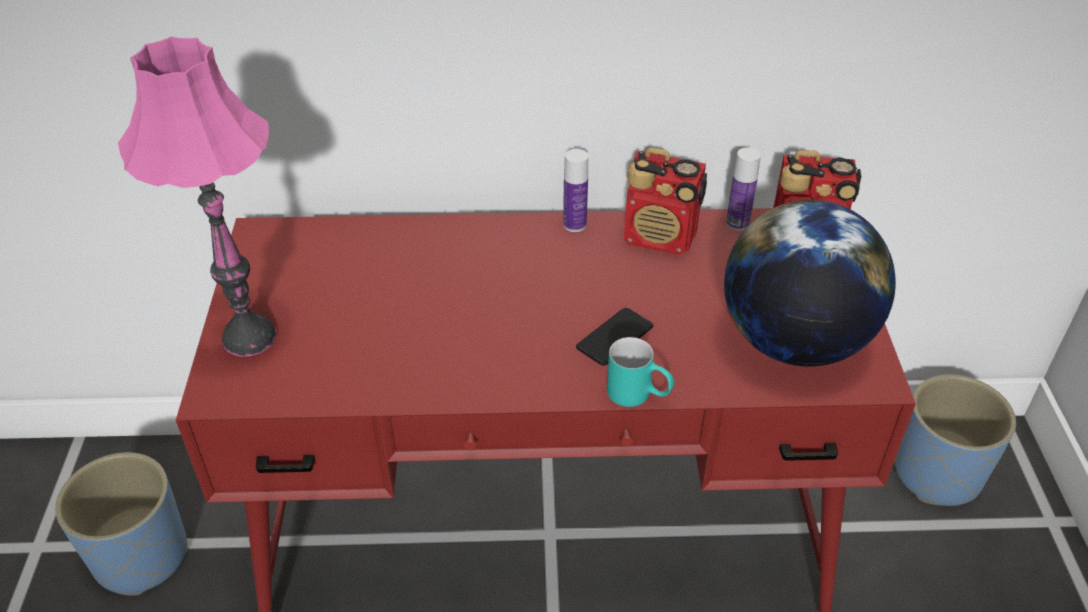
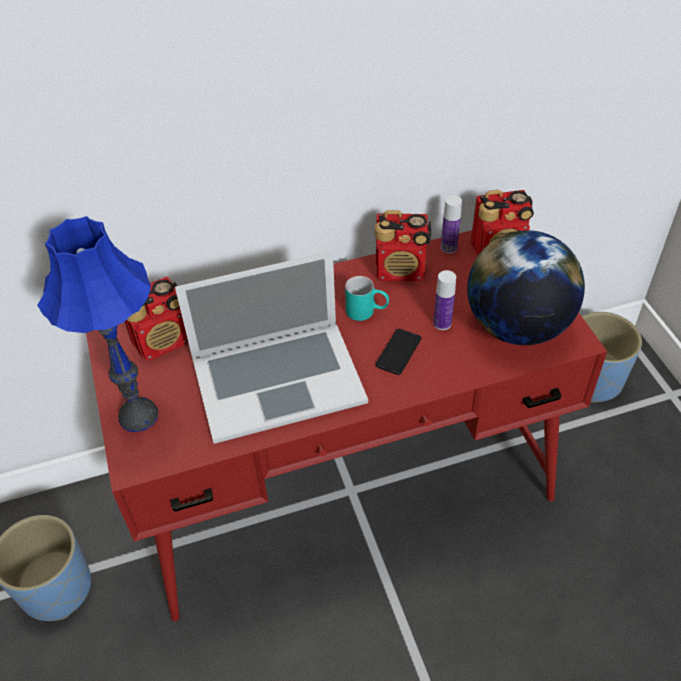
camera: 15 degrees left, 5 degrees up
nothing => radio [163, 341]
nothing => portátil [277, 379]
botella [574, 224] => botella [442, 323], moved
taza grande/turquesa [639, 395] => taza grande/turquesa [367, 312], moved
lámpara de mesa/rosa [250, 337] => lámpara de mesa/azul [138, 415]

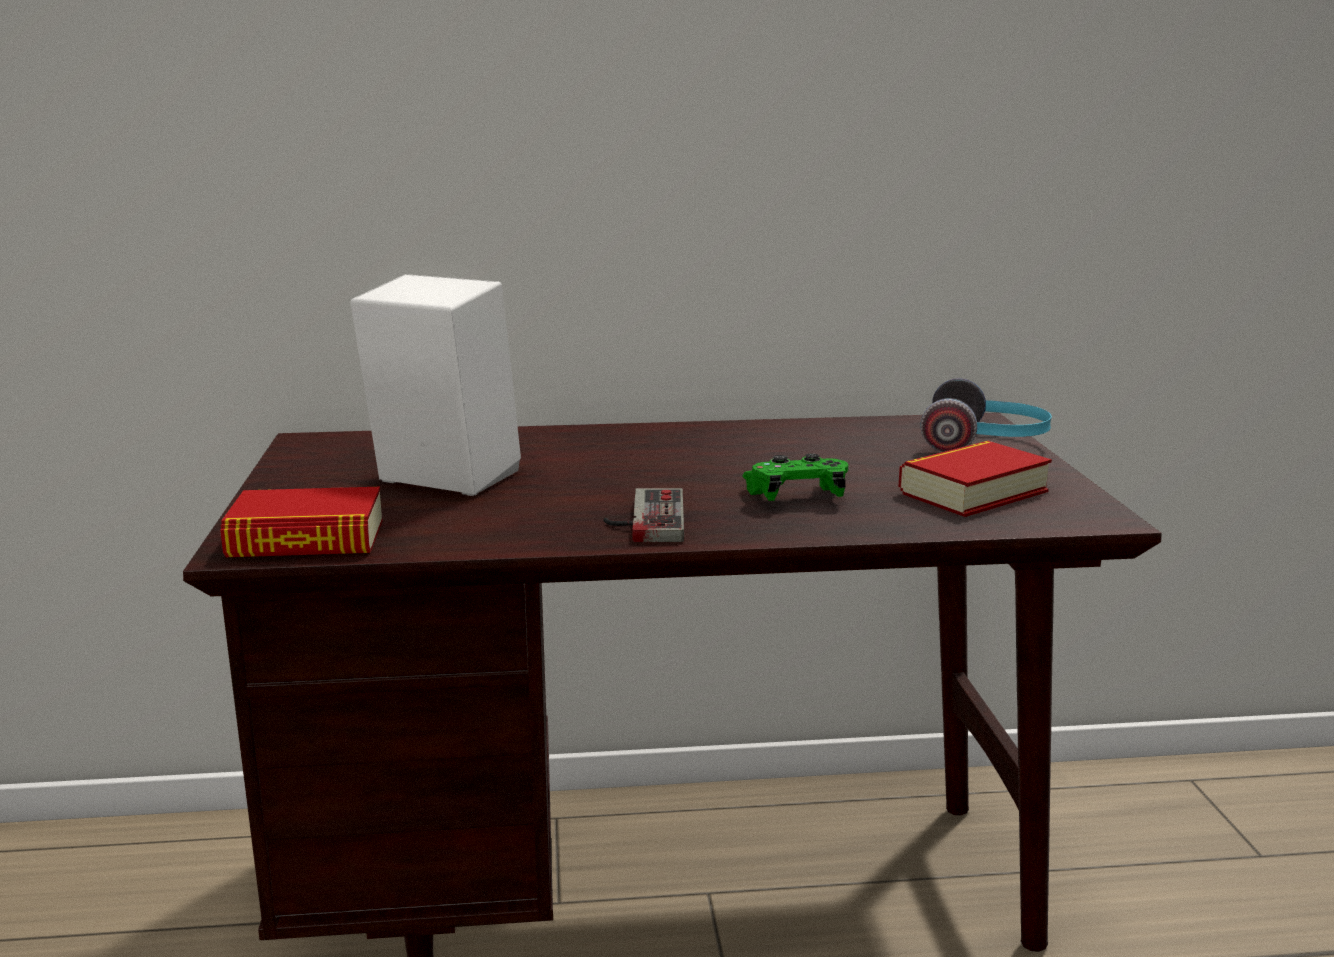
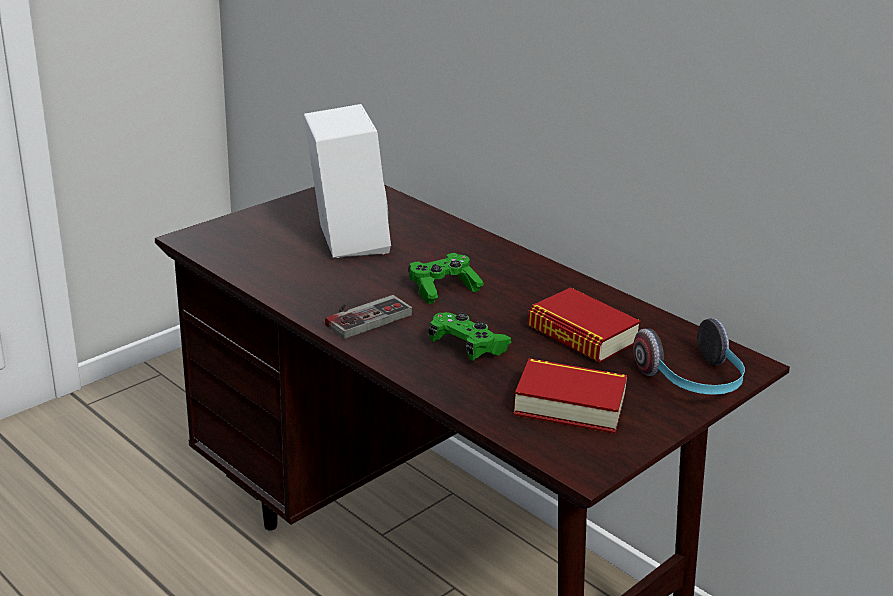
camera: 50 degrees right, 10 degrees up
nothing => mando de consola/verde [443, 289]
libro [306, 539] => libro [581, 335], moved

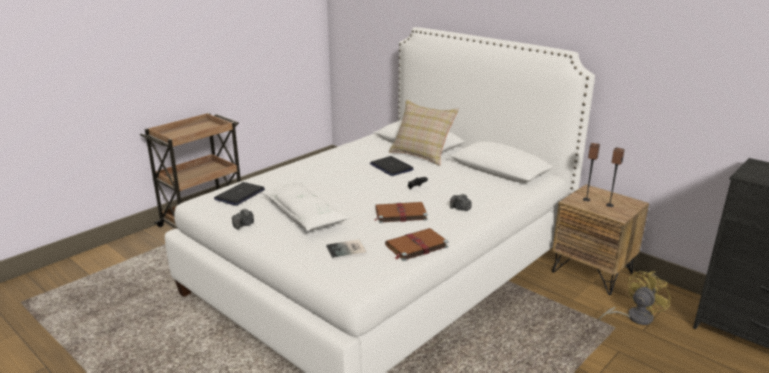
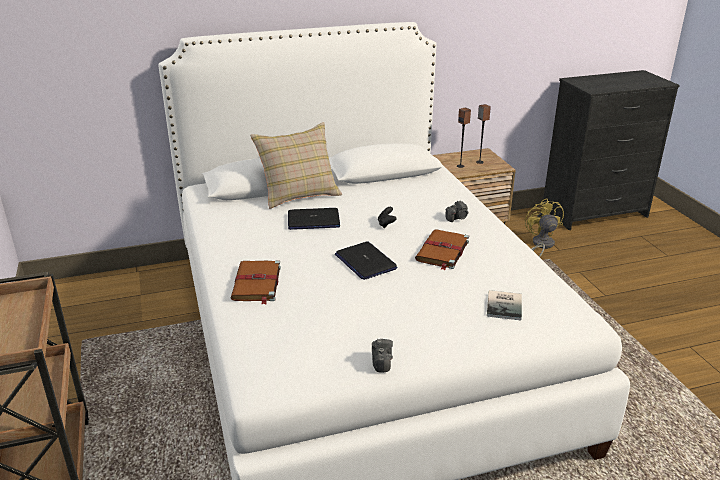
camera: 60 degrees left, 5 degrees up
cojín/blanco [304, 215] => nothing
portátil [240, 194] => portátil [365, 262], moved
libro/marrón [415, 246] => libro/marrón [256, 284], moved

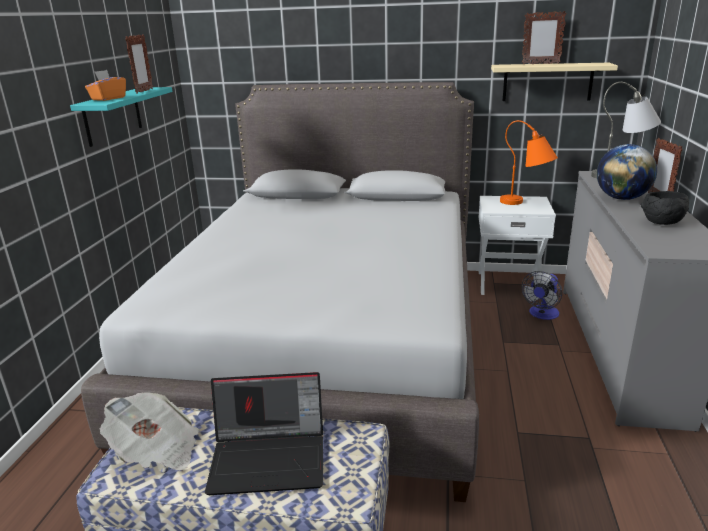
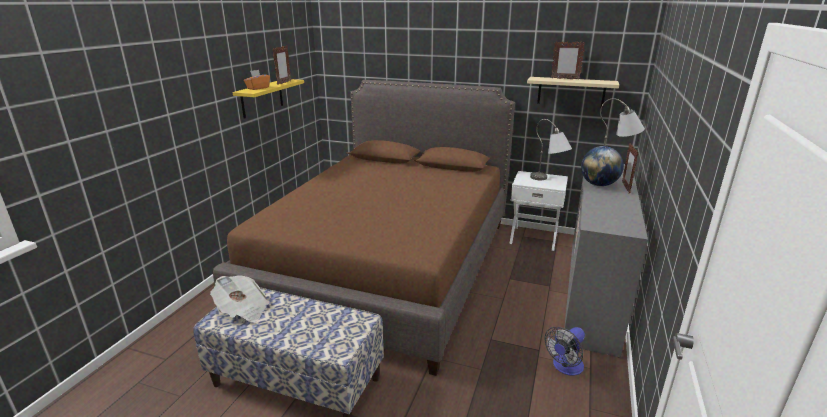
camera: 10 degrees right, 0 degrees up
portátil [270, 458] => nothing
cuenco/negro [662, 223] => nothing
ventilador [542, 314] => ventilador [565, 367], moved
estante/turquesa [113, 116] => estante/amarillo [262, 98]
cama/gris [330, 345] => cama/marrón [388, 265]
lámpara de mesa/naranja [526, 203] => lámpara de mesa/gris [548, 180]

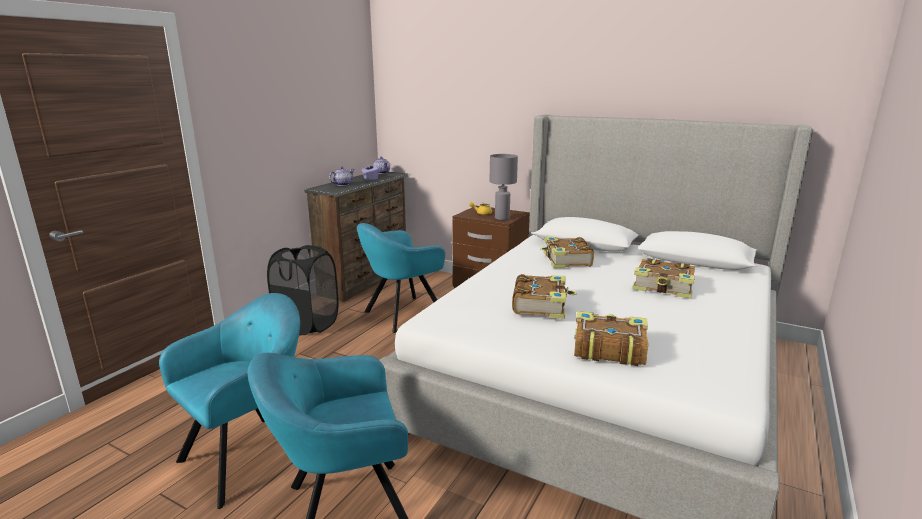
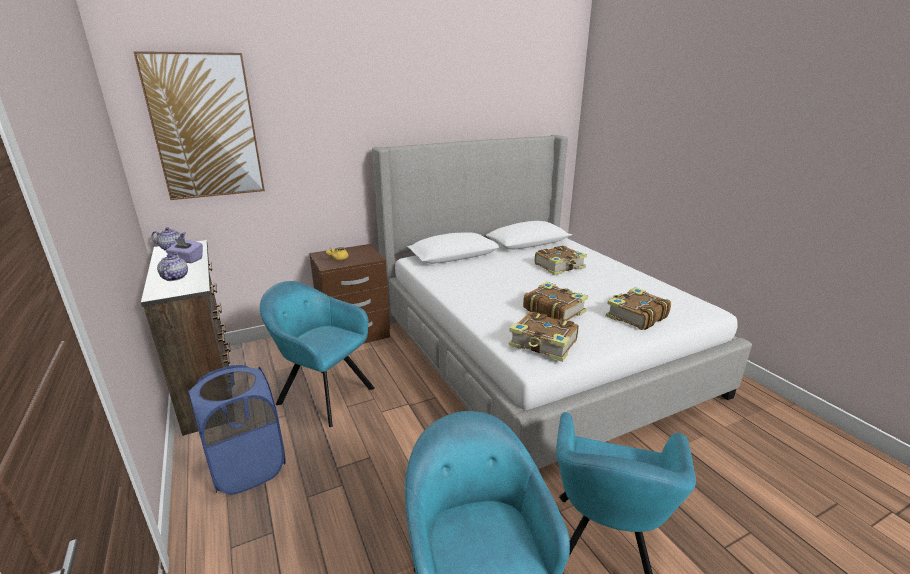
camera: 55 degrees left, 5 degrees up
lámpara de mesa/gris [502, 218] => nothing
nothing => cuadro [205, 127]
libro [566, 260] => libro [544, 344], moved
cesto de la ropa/negro [307, 324] => cesto de la ropa/azul [248, 468]
sillón/turquesa [401, 314] => sillón/turquesa [323, 394], 120 degrees clockwise

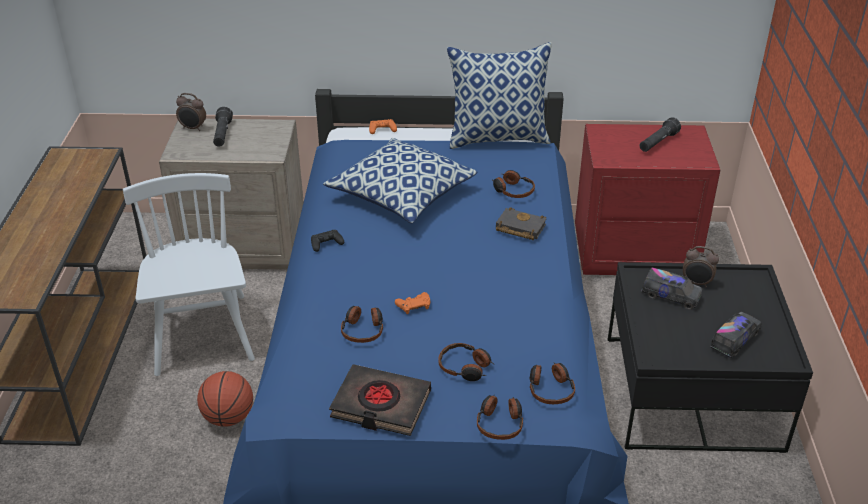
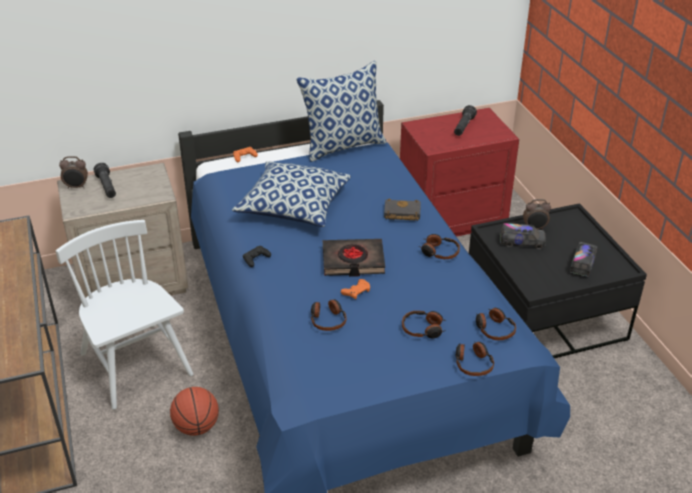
camera: 20 degrees left, 0 degrees up
libro/negro [380, 405] => libro/negro [353, 261], moved
auriculares [513, 190] => auriculares [439, 252], moved

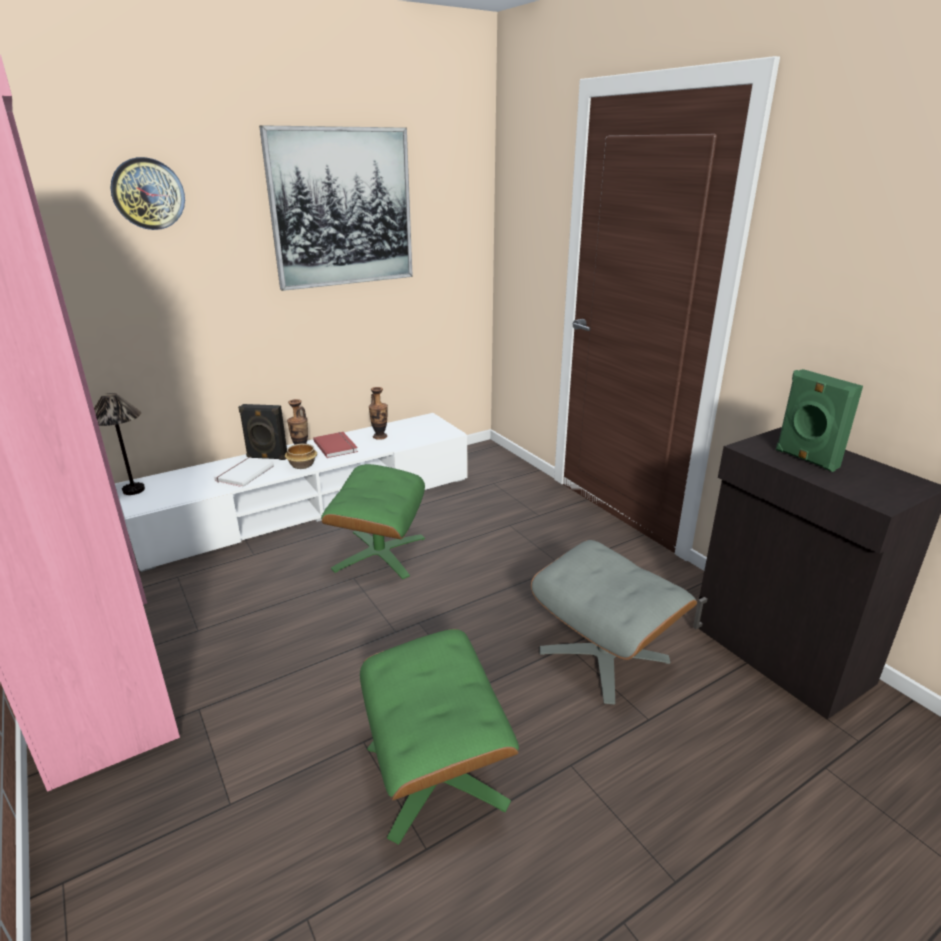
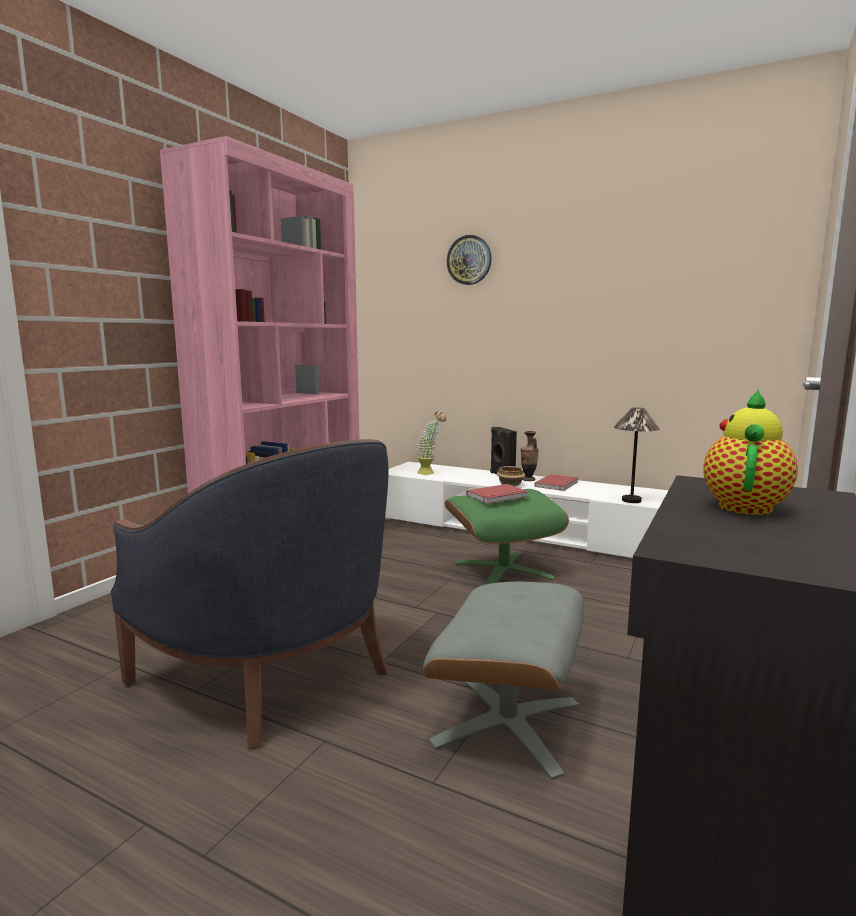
camera: 60 degrees right, 15 degrees down
libro/blanco [243, 473] => nothing
cuadro [342, 208] => nothing
florero [380, 437] => nothing
nothing => planta en maceta [430, 472]
nothing => libro/rojo [498, 496]
lámpara de mesa [133, 490] => lámpara de mesa [631, 500], moved
puf/verde [437, 775] => sillón/azul [270, 673]
altavoz/verde [805, 459] => tetera [745, 506]

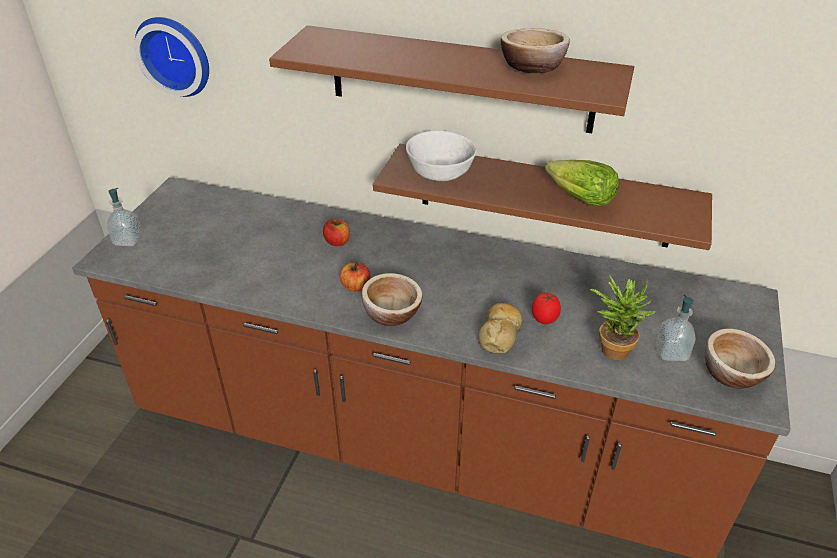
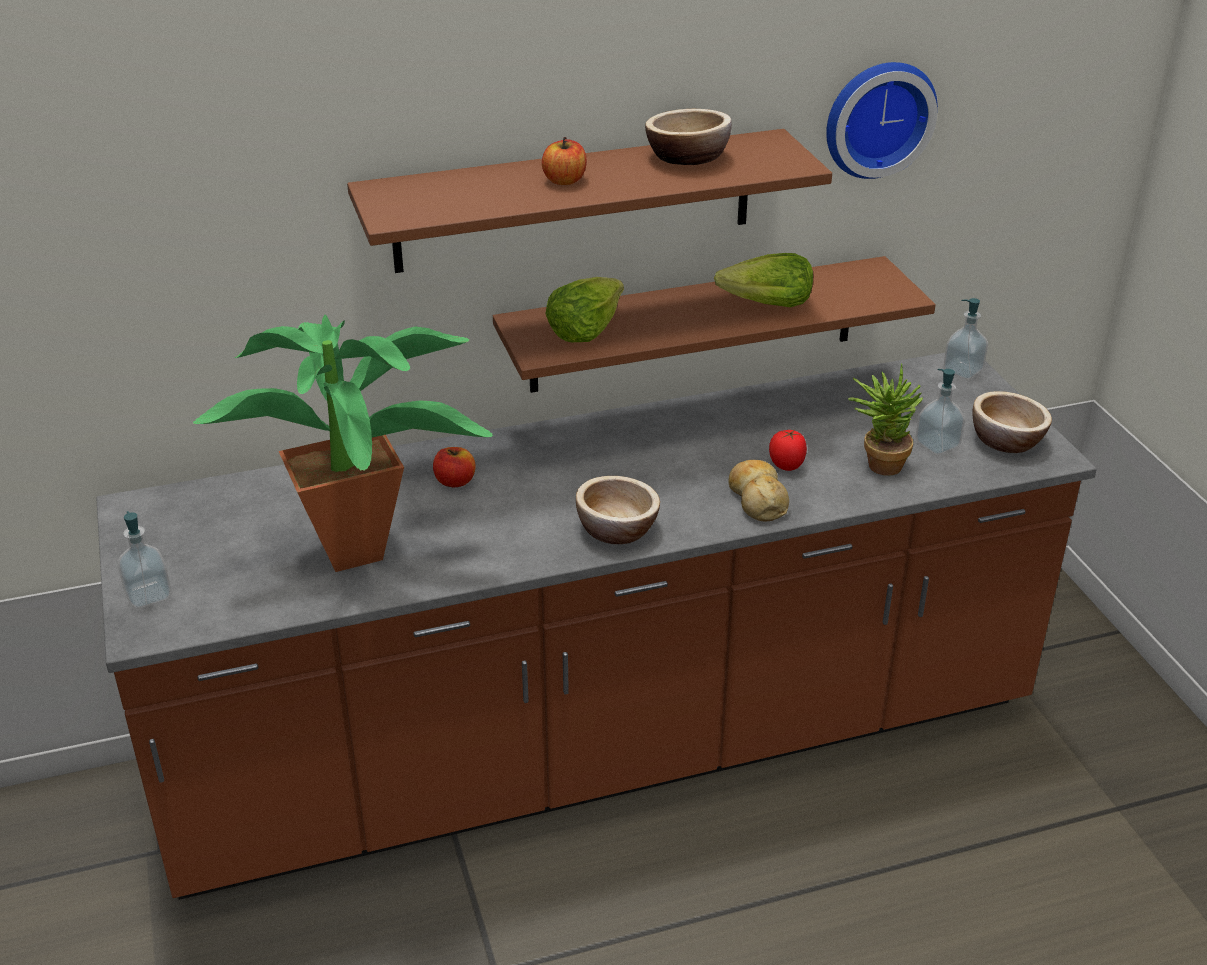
camera: 35 degrees left, 5 degrees down
nothing => planta en maceta [367, 552]
nothing => dispensador de jabón [963, 371]
reloj de pared [176, 55] => reloj de pared [877, 117], moved
manzana [355, 286] => manzana [564, 180], moved
cuenco/blanco [440, 171] => lechuga [584, 329]

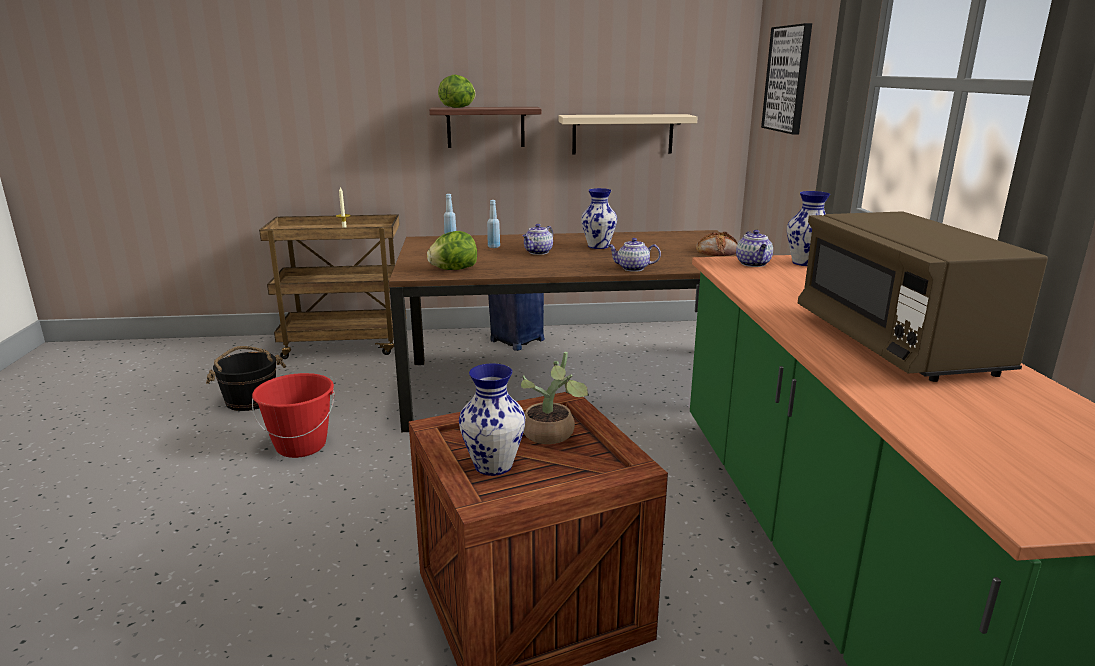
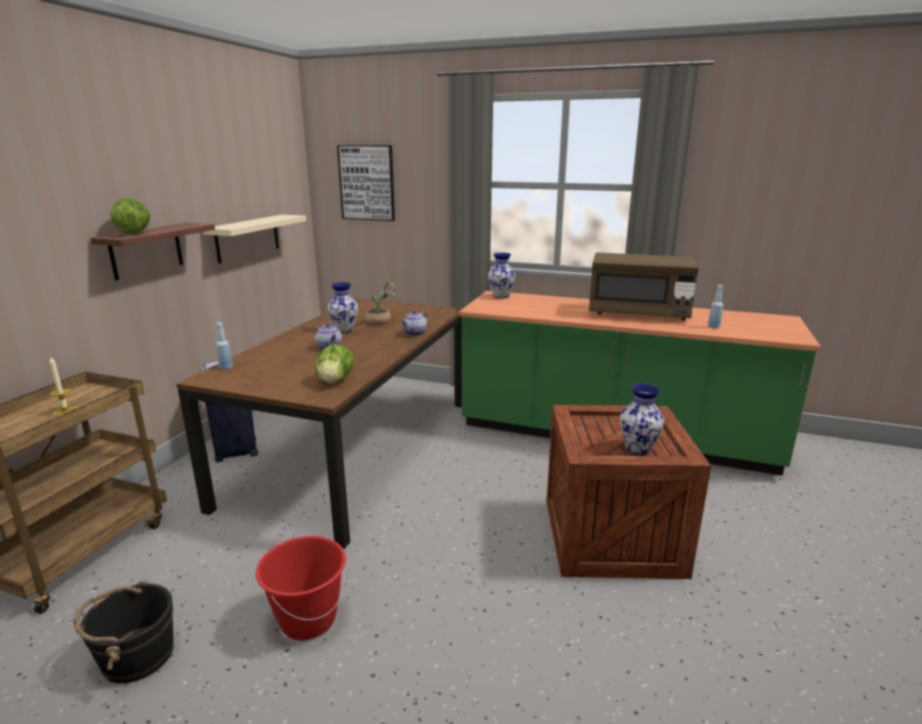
camera: 65 degrees left, 0 degrees up
pan [717, 251] => nothing
tetera [753, 264] => nothing
botella/azul [493, 247] => botella/azul [713, 327], moved
planta en maceta [552, 436] => planta en maceta [381, 321], moved

